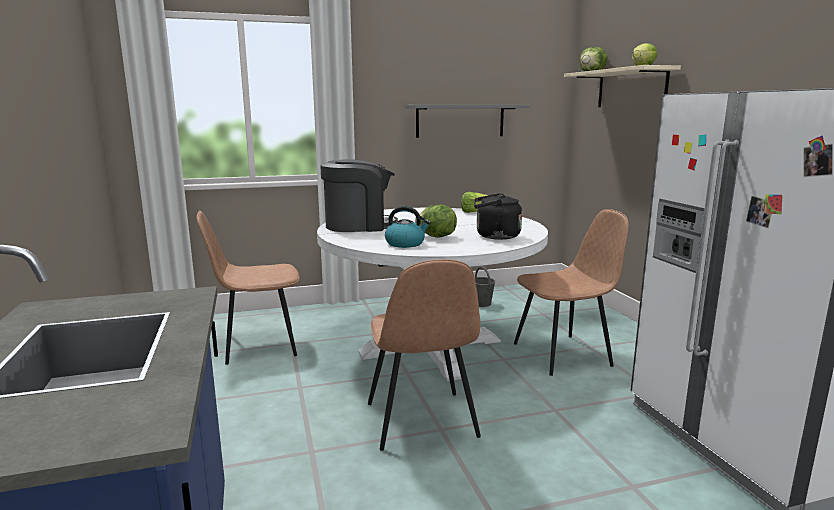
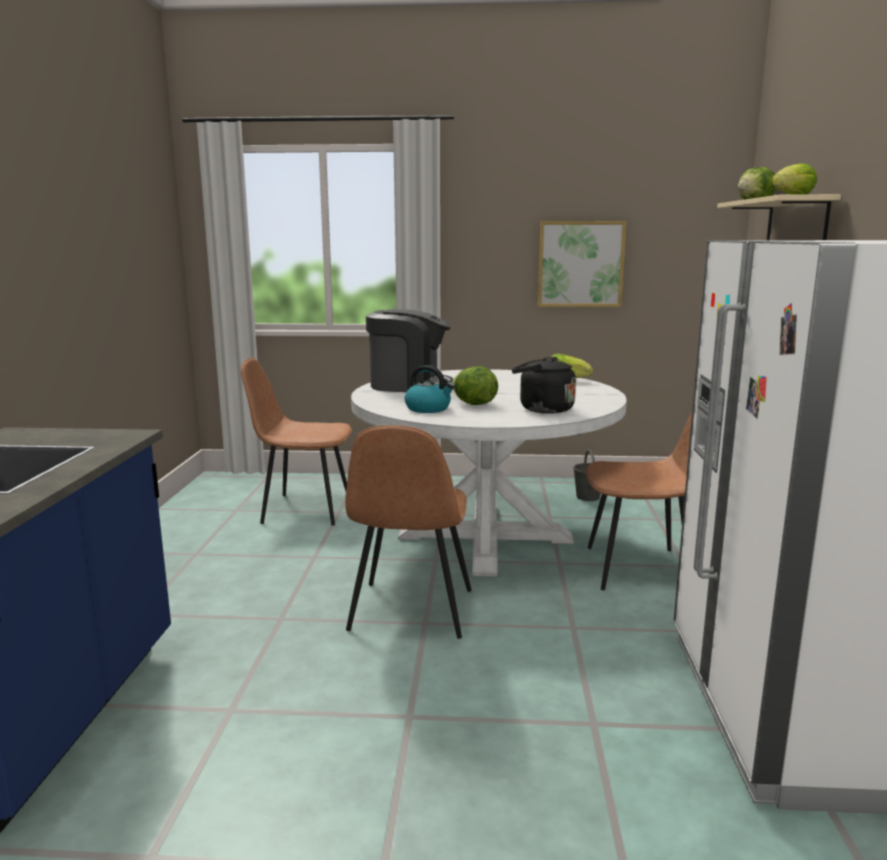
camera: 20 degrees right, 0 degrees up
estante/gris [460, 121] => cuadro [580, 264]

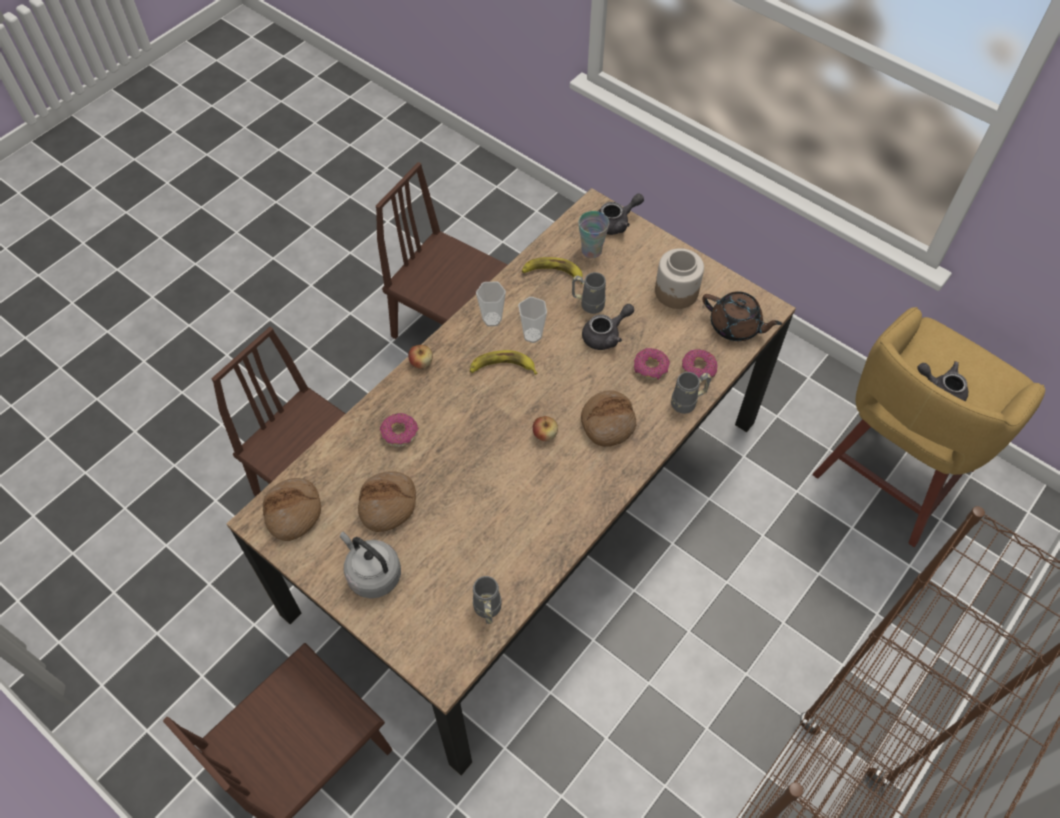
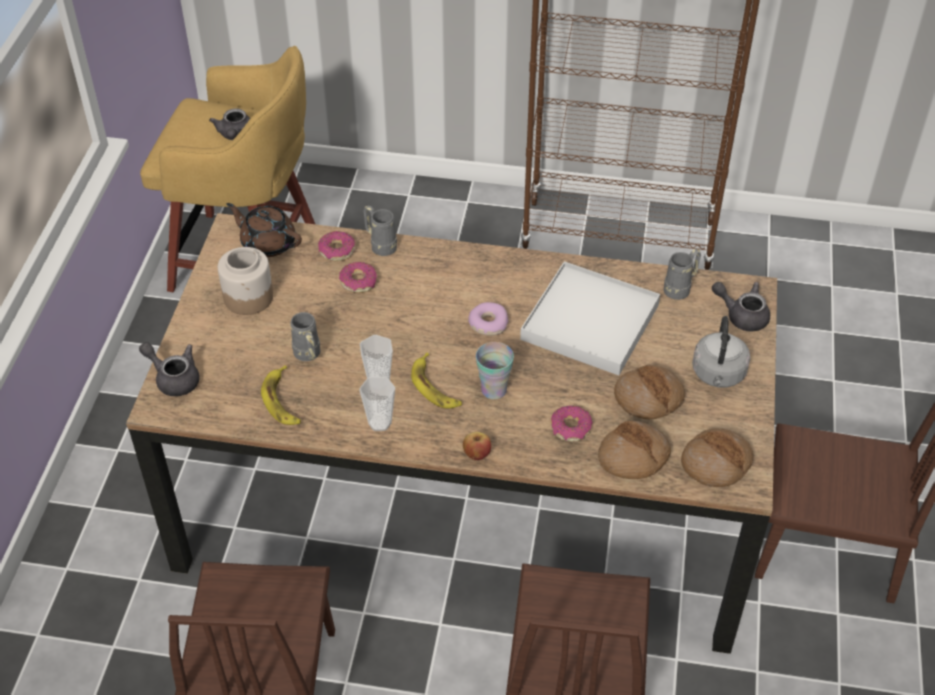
camera: 120 degrees left, 10 degrees down
nothing => bandeja/blanco [590, 322]
taza [591, 250] => taza [494, 390], moved
pan [608, 422] => pan [633, 457], moved
tetera/gris [606, 335] => tetera/gris [742, 315], moved
manzana [545, 434] => rosquilla [488, 324]
tetera/marrón [735, 326] => tetera/marrón [267, 243], 60 degrees counterclockwise

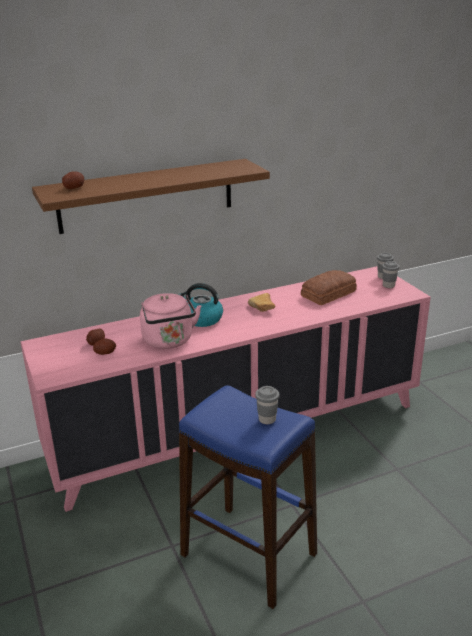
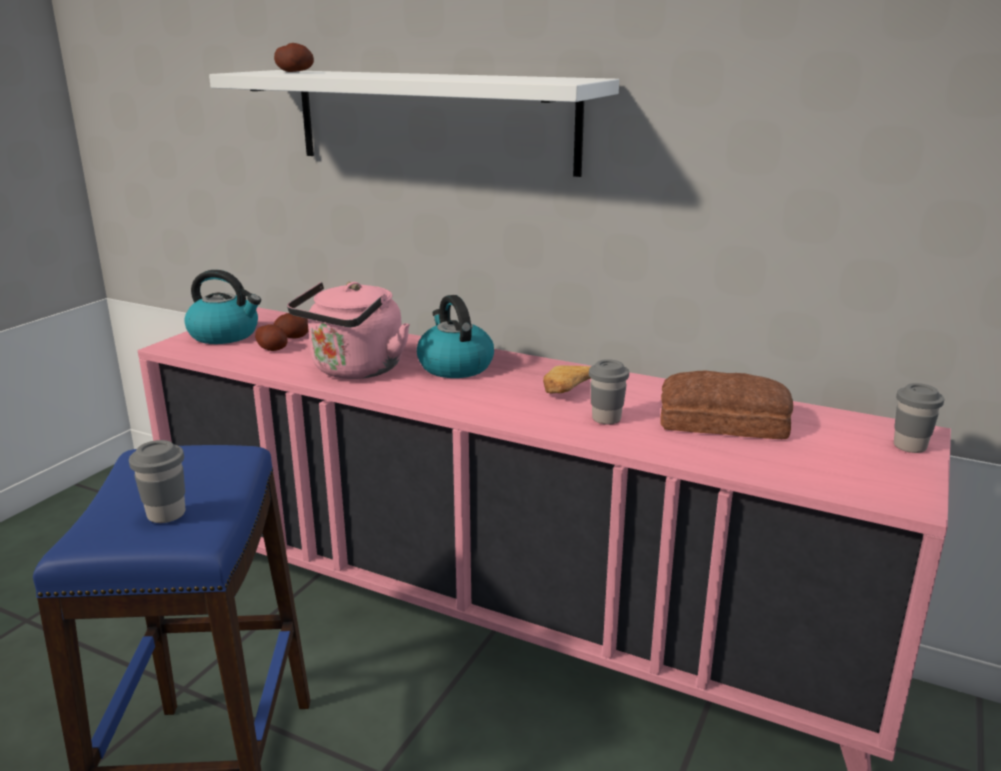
camera: 50 degrees right, 5 degrees down
nothing => hervidor [225, 335]
taza/gris [388, 286] => taza/gris [606, 419], moved
estante/marrón [146, 196] => estante/blanco [433, 120]

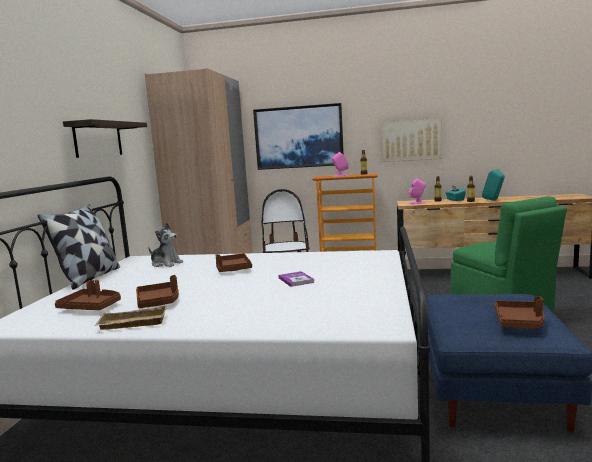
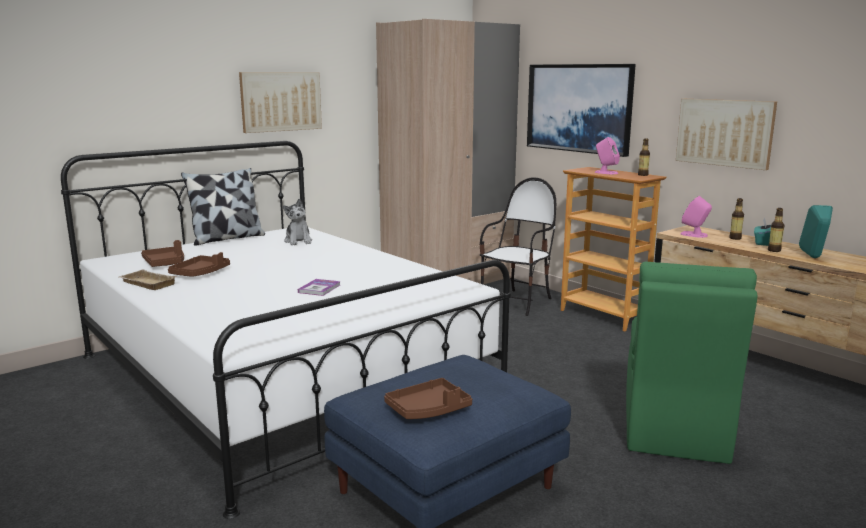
camera: 40 degrees right, 5 degrees up
bandeja/marrón [233, 269] => nothing
estante [98, 139] => cuadro [281, 101]

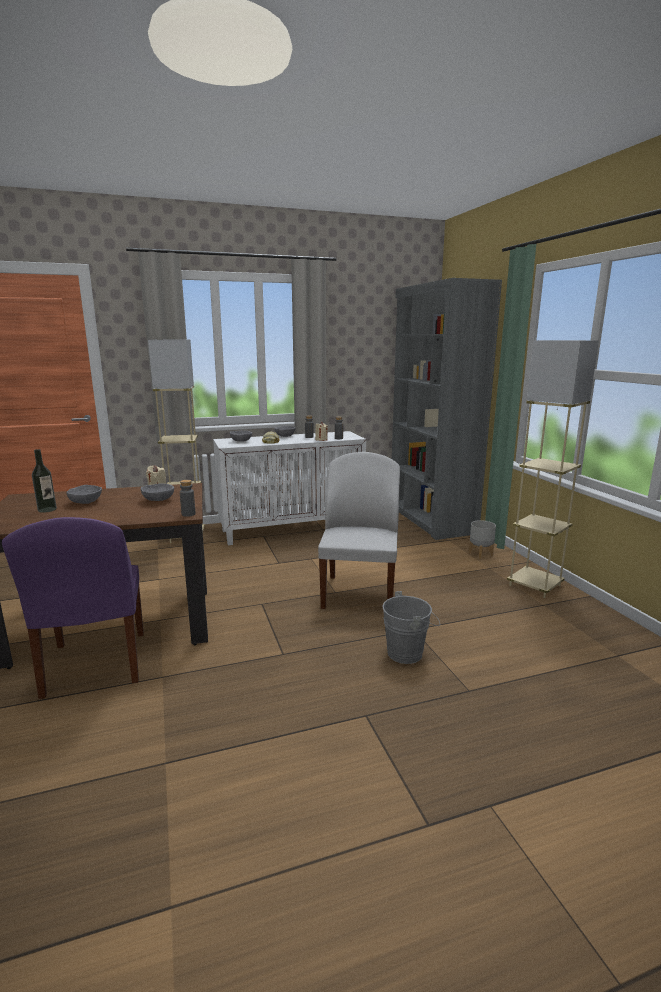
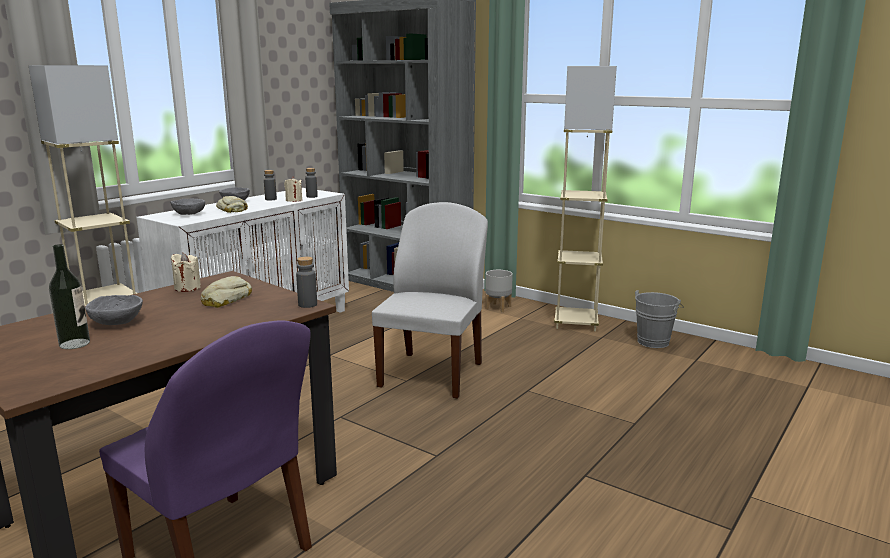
camera: 35 degrees left, 0 degrees up
cubo/gris [408, 653] => cubo/gris [654, 341], moved
cuenco/gris [158, 500] => pan [225, 299]
silla/blanco [359, 593] => silla/blanco [432, 373], 45 degrees clockwise

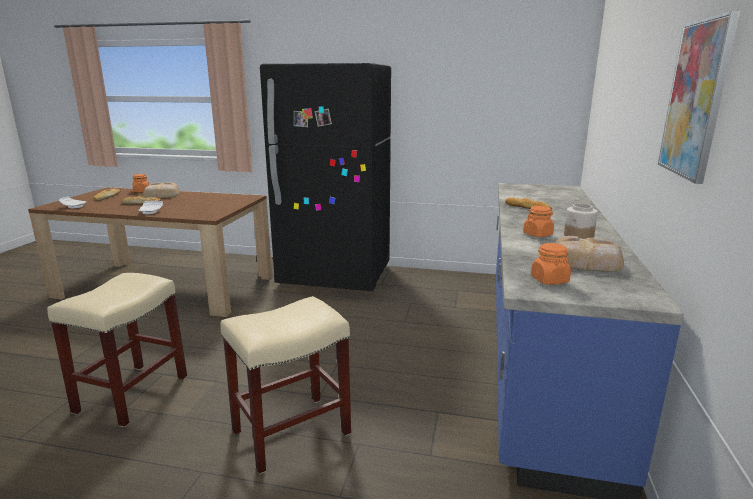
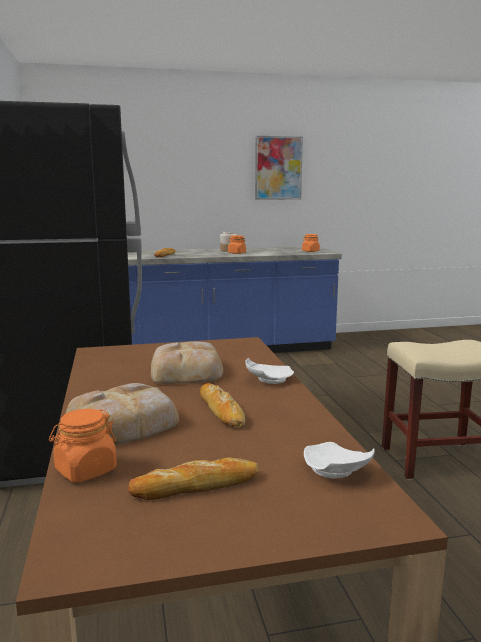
camera: 115 degrees left, 5 degrees down
taburete/beis [290, 433] => nothing
pan [587, 261] => pan [187, 371], moved

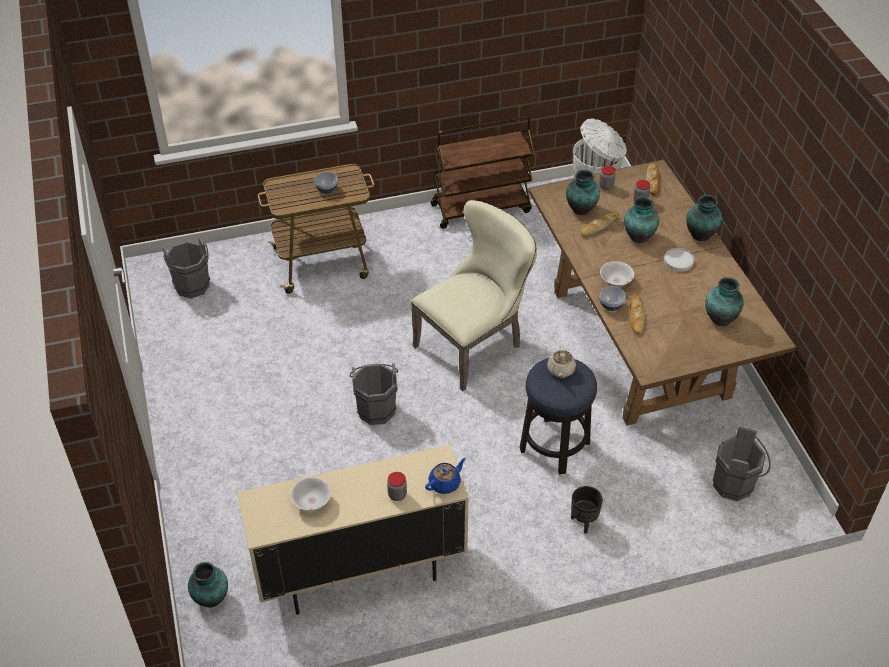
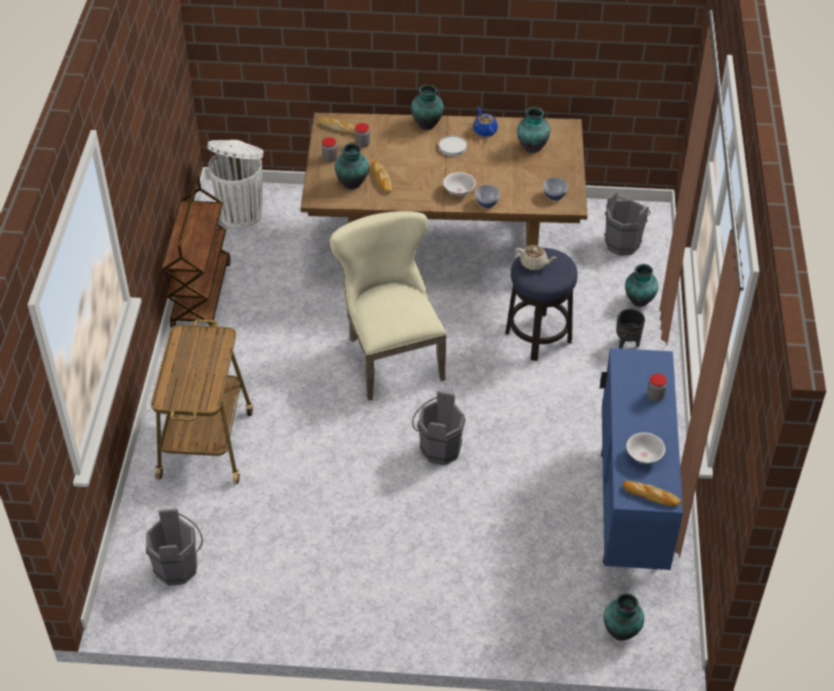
camera: 70 degrees left, 0 degrees up
cuenco [327, 189] => cuenco [554, 196], moved
tetera/azul [445, 483] => tetera/azul [485, 130], moved
florero [638, 236] => florero [638, 301], moved
pan [636, 316] => pan [651, 496], moved
armario/beis [360, 573] => armario/azul [630, 510]

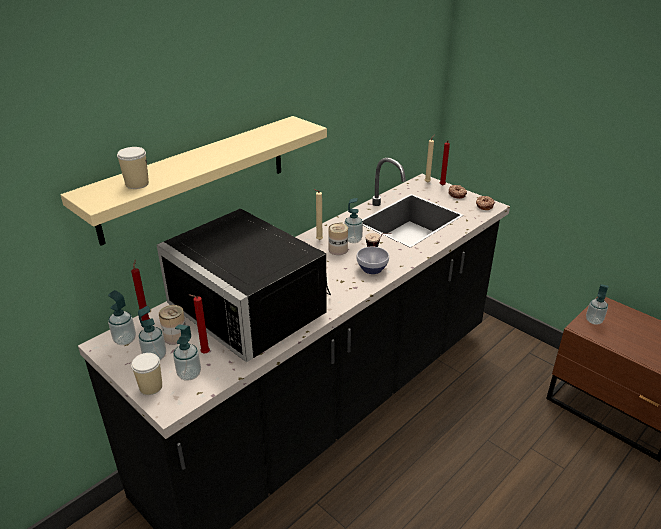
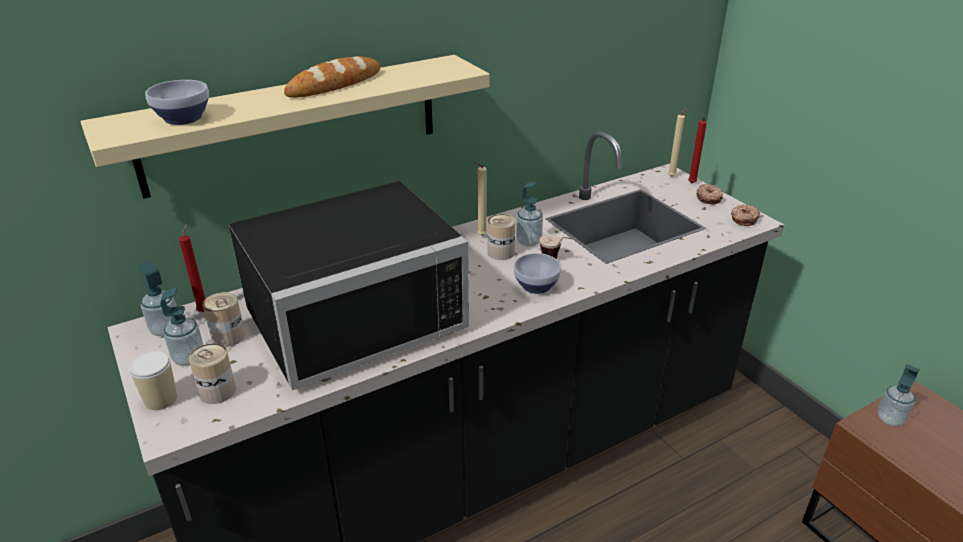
camera: 15 degrees right, 0 degrees up
vela/rojo [204, 353] => nothing
nothing => pan [335, 84]
taza [137, 184] => cuenco [181, 118]
dispensador de jabón [189, 374] => lata [217, 391]
microondas/negro [255, 307] => microondas/negro [351, 313], 90 degrees counterclockwise

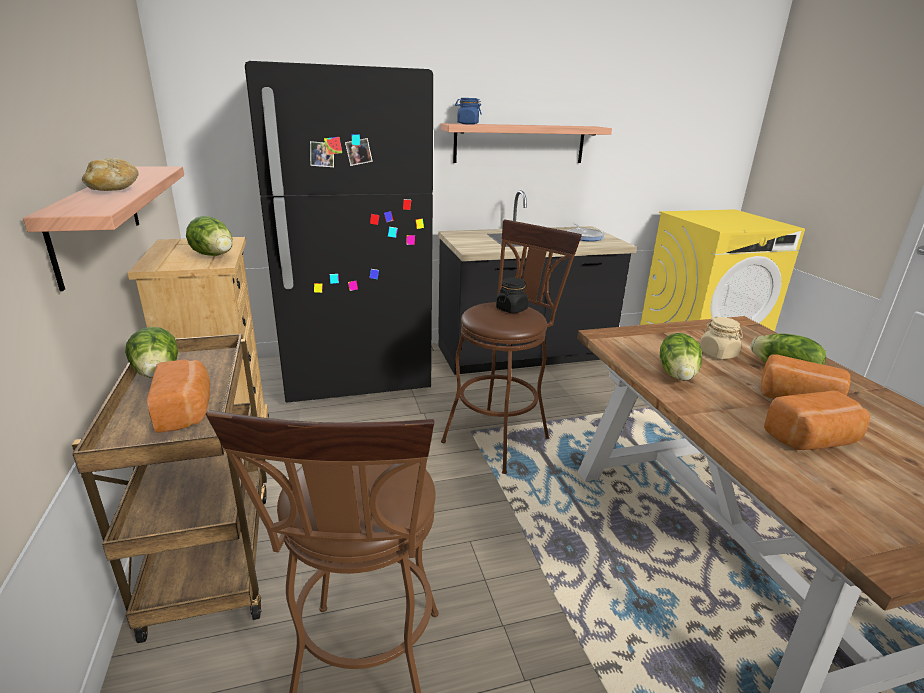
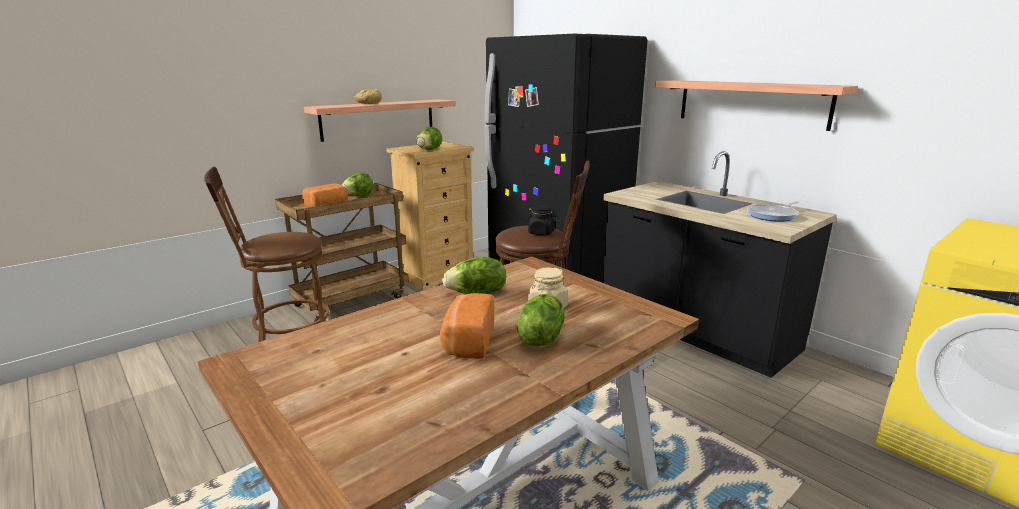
camera: 65 degrees right, 5 degrees down
tarro/azul [467, 124] => nothing
pan [813, 440] => nothing

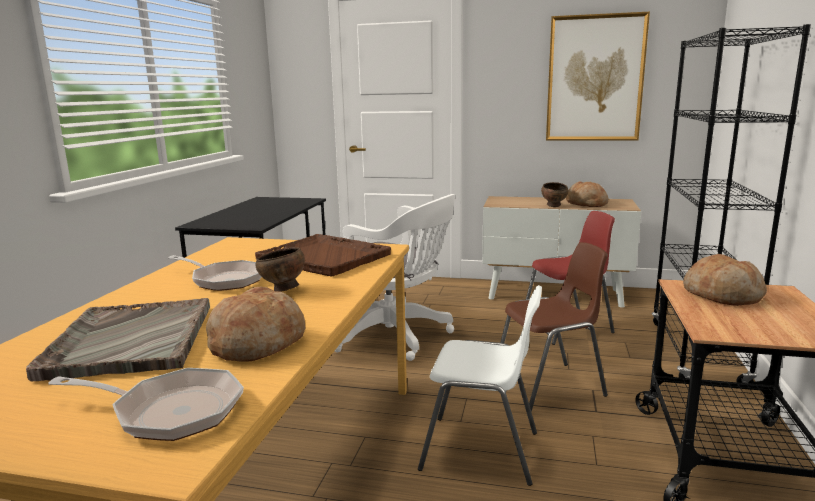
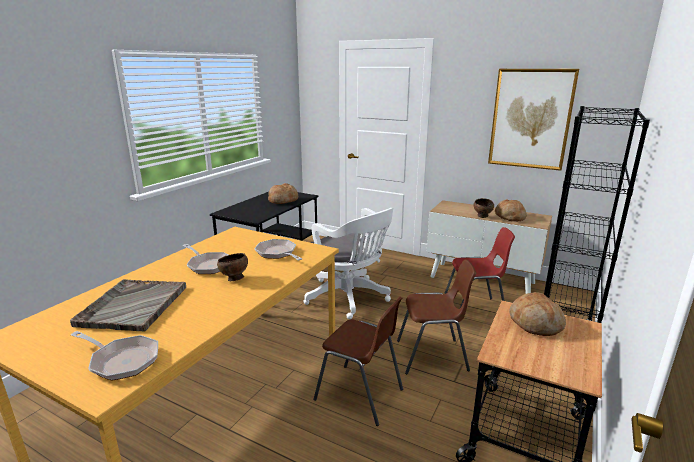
camera: 15 degrees right, 5 degrees up
pan [257, 343] => pan [283, 200], moved
bandeja/marrón [324, 257] => sartén [277, 253]
silla/blanco [481, 451] => silla/marrón [360, 395]

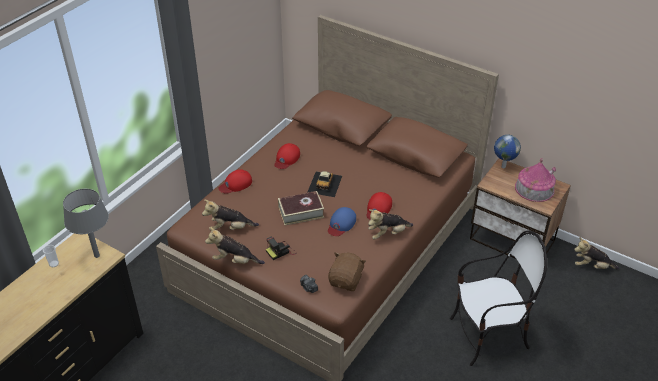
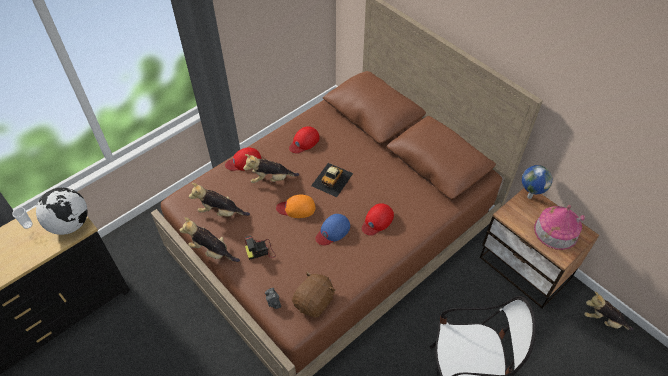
camera: 15 degrees right, 10 degrees up
peluche [388, 234] => peluche [271, 179], moved
lámpara de mesa/gris [97, 255] => globo terráqueo [70, 224]
libro [301, 212] => gorra/naranja [296, 208]

